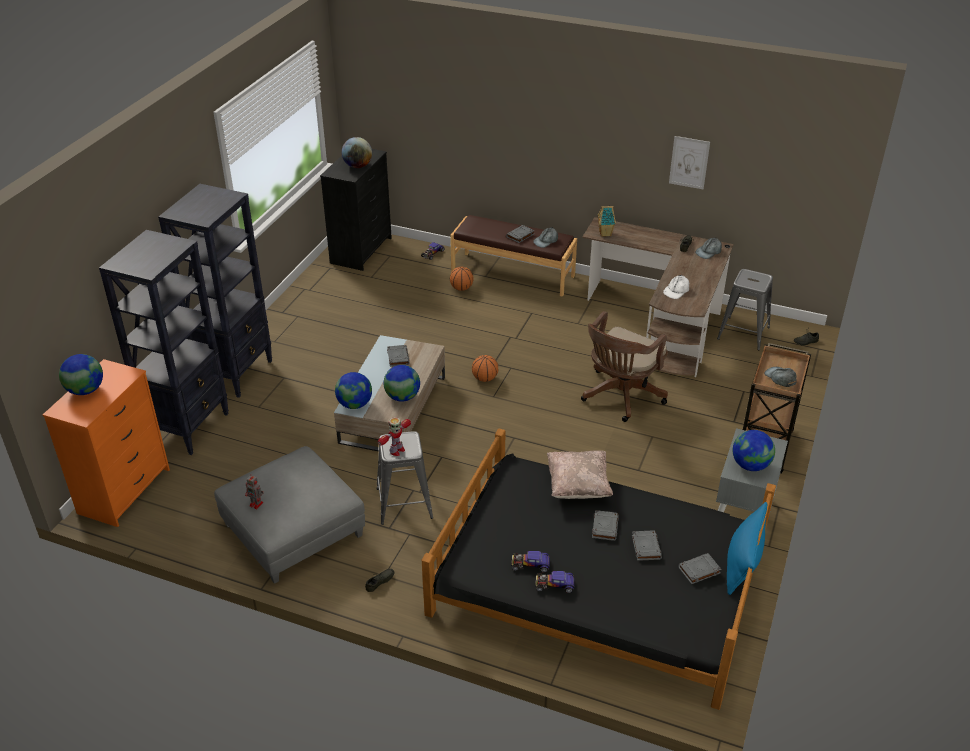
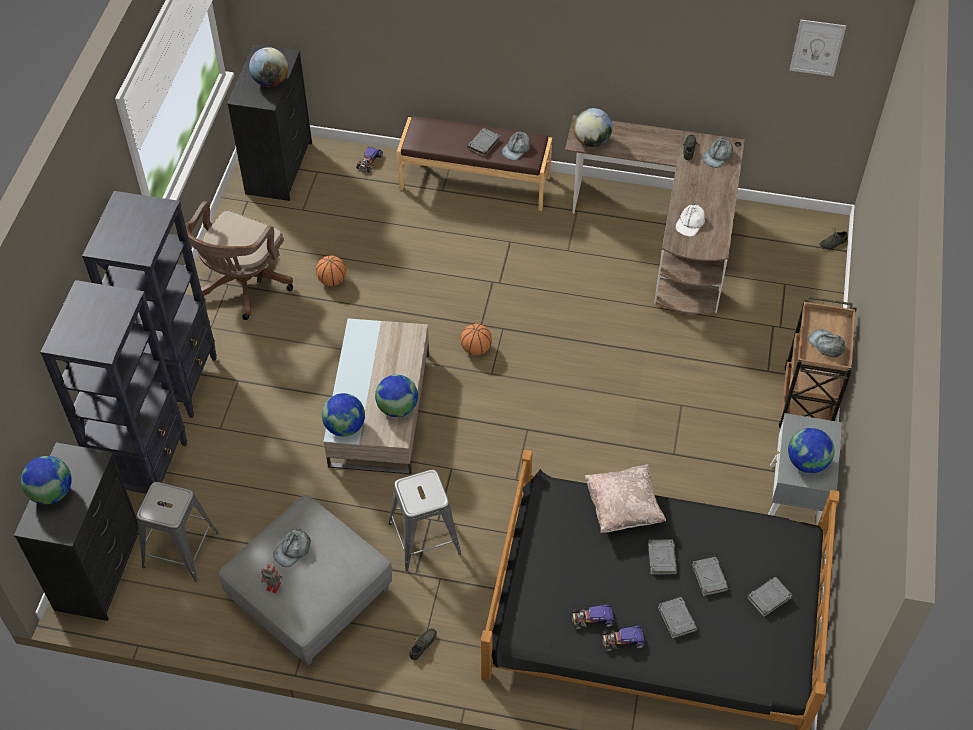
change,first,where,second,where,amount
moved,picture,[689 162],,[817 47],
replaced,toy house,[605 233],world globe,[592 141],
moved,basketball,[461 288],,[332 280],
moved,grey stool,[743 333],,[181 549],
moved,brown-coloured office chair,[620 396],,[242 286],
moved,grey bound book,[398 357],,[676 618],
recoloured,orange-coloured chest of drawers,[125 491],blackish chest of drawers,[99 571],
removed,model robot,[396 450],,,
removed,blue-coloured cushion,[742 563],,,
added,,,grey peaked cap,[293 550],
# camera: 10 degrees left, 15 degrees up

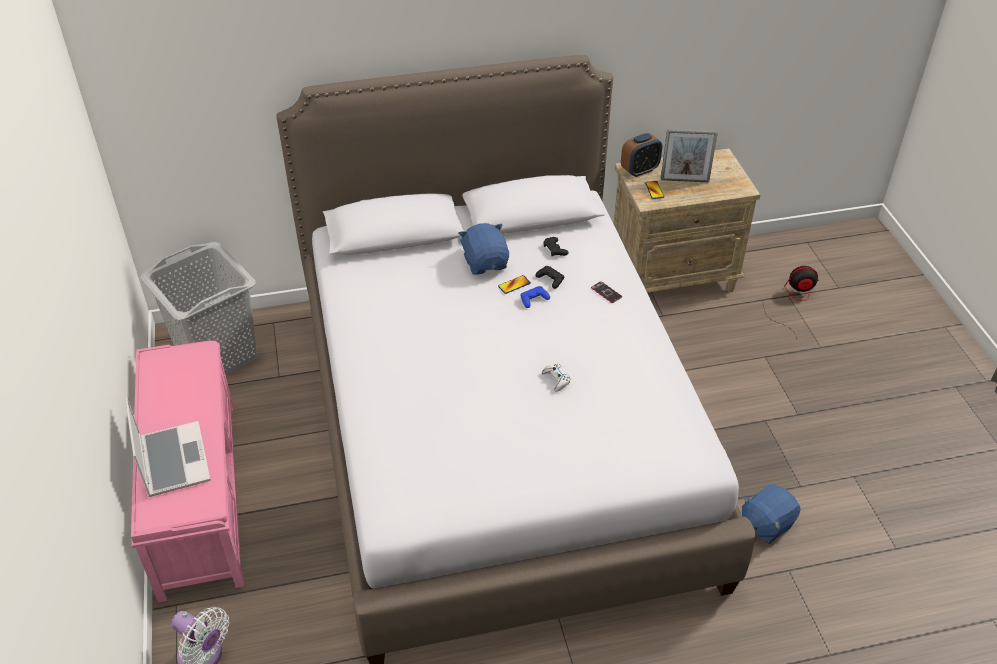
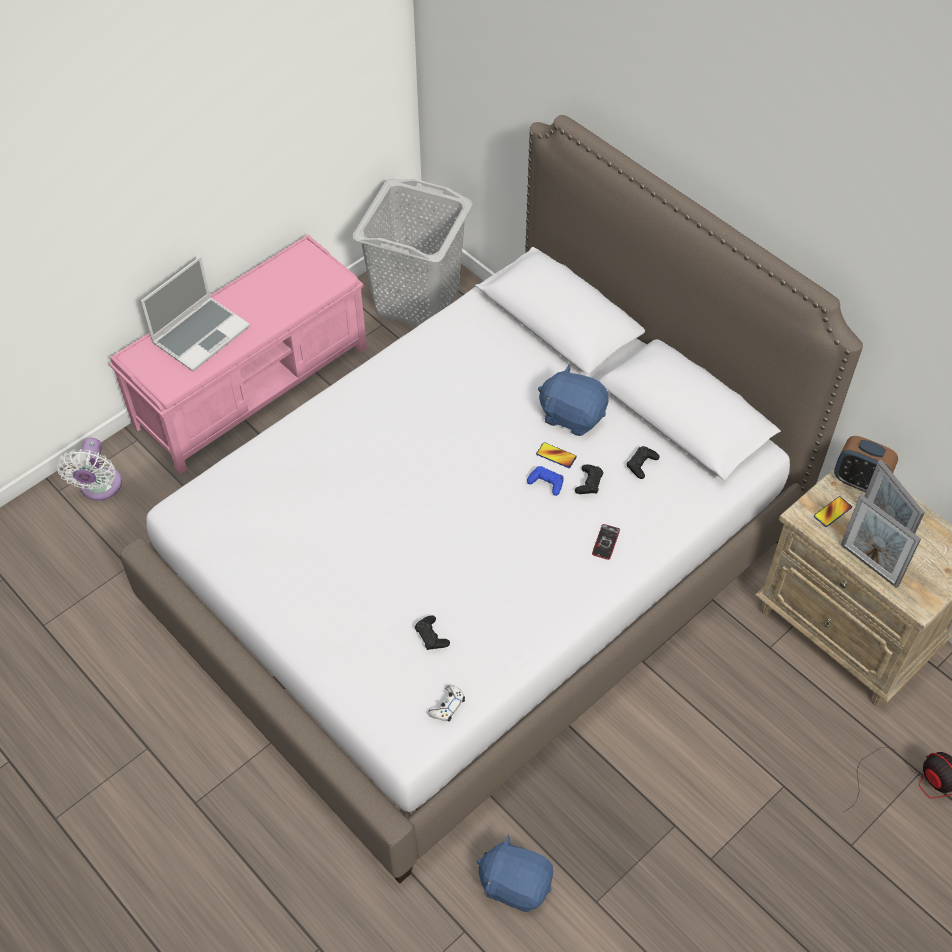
change,first,where,second,where,amount
turned,blue-coloured plush toy,[485 263],,[572 415],105 degrees counterclockwise
moved,whitish game controller,[556 379],,[447 706],
added,,,picture frame,[869 565],
added,,,blackish game controller,[431 636],
# camera: 60 degrees right, 10 degrees up

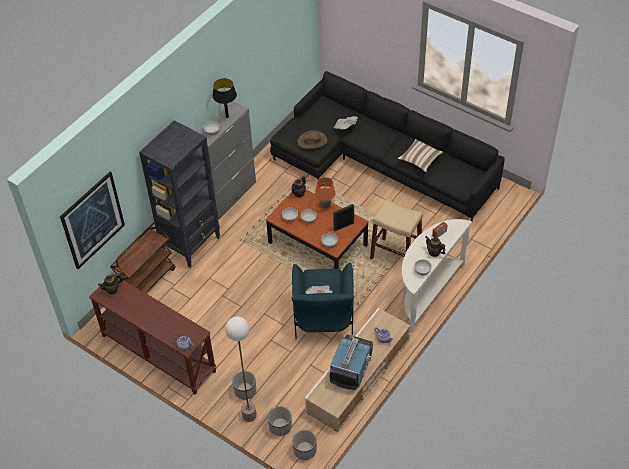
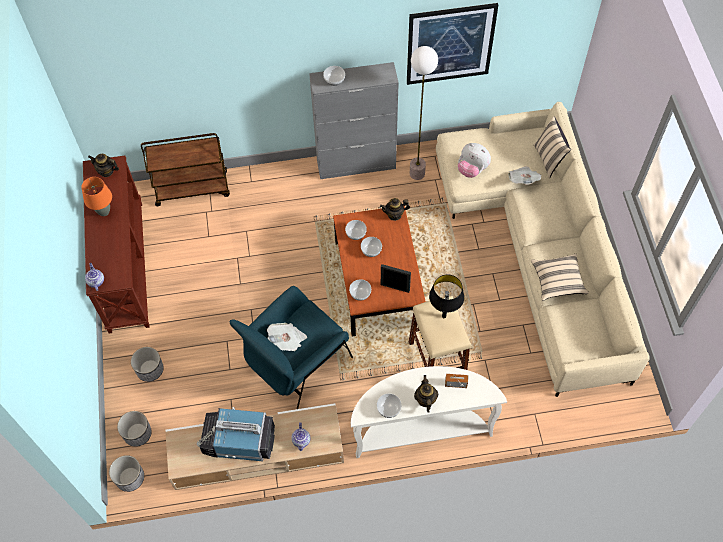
change,first,where,second,where,amount
recoloured,blackish settee,[380 163],beige settee,[538 248],
moved,blackish lamp for a table,[227 116],,[444 316],
removed,blackish bookshelf,[191 244],,,
replaced,brown-coloured wearable hat,[312 141],plush toy,[472 169],
moved,picture,[92 220],,[450 44],
moved,orange-coloured lamp for a table,[325 205],,[104 212],
moved,standard lamp,[249 415],,[417 173],
turned,television,[351 367],,[238 441],150 degrees counterclockwise
added,,,beige cushion,[549 159],
# camera: 45 degrees right, 10 degrees up

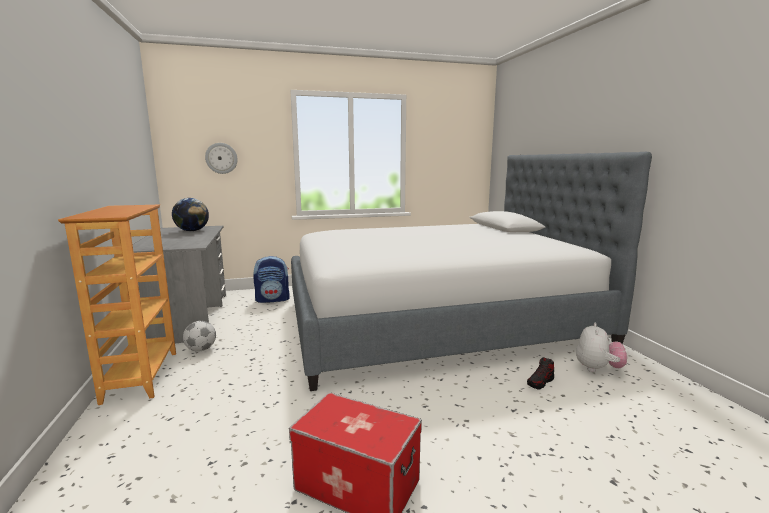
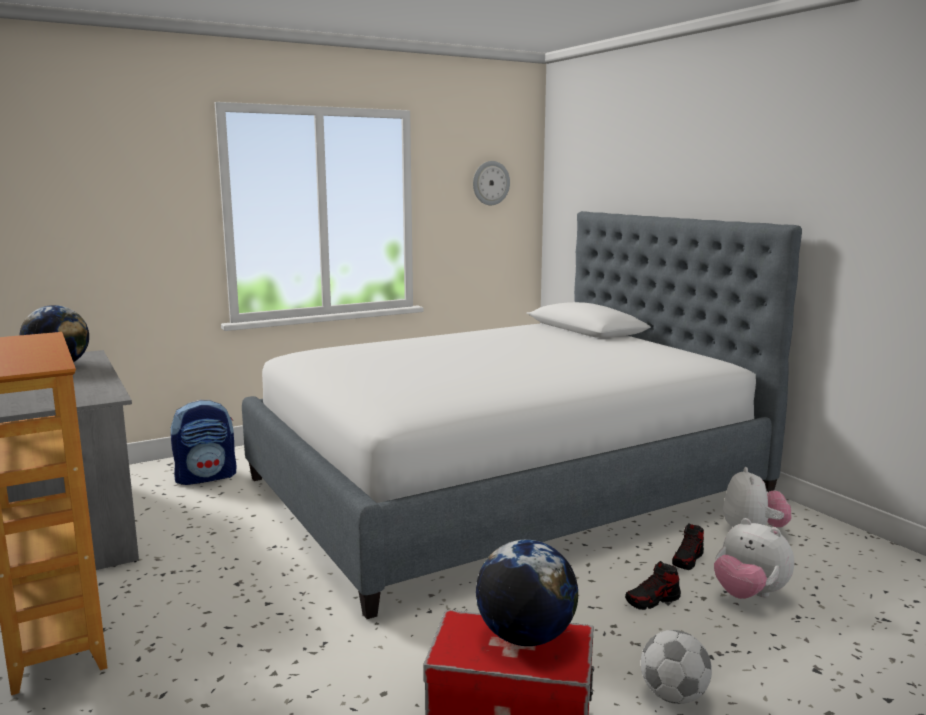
change,first,where,second,where,amount
moved,hanging clock,[221 158],,[490 183],
moved,ball for football,[201 350],,[673 696],
added,,,plush toy,[749 595],
added,,,world globe,[525 637],
added,,,low shoe,[652 600],
# camera: 15 degrees left, 0 degrees up

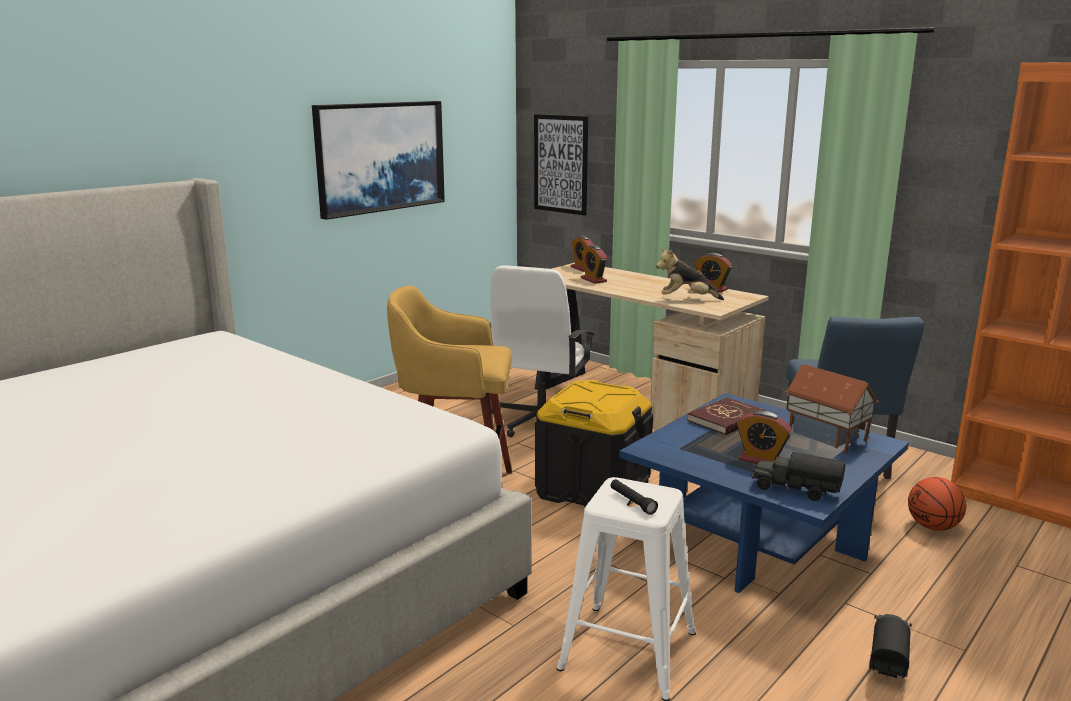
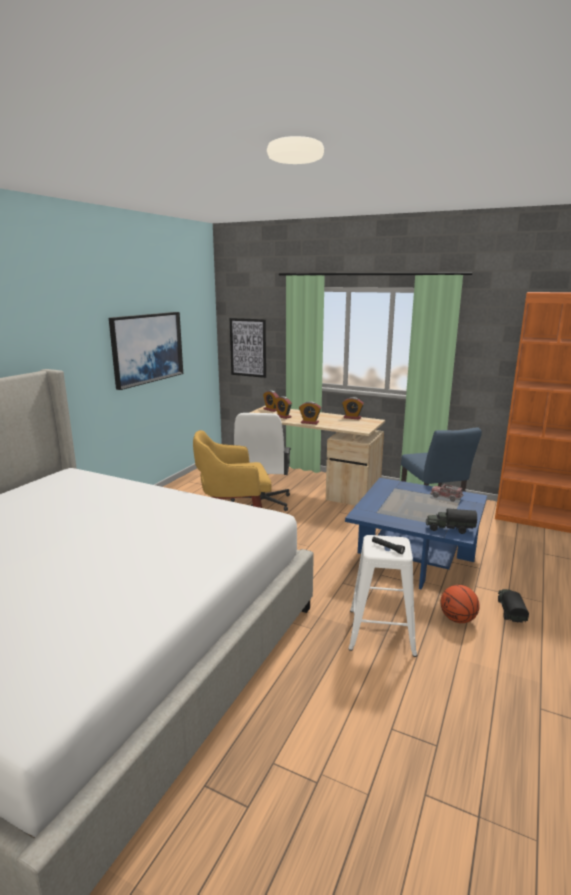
change,first,where,second,where,amount
removed,plush toy,[686 299],,,
replaced,toy house,[826 437],toy truck,[446 497],
removed,blackish storage box,[592 489],,,
removed,red-coloured bound book,[726 419],,,
moved,alarm clock,[761 460],,[309 422],
moved,basketball,[933 527],,[458 619],
# camera: 15 degrees left, 0 degrees up

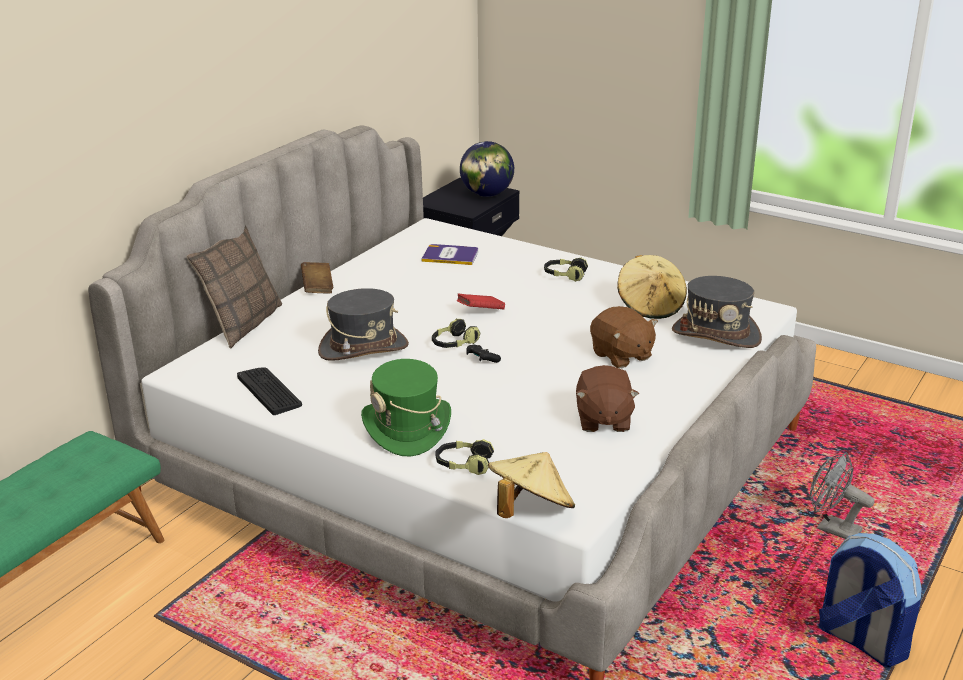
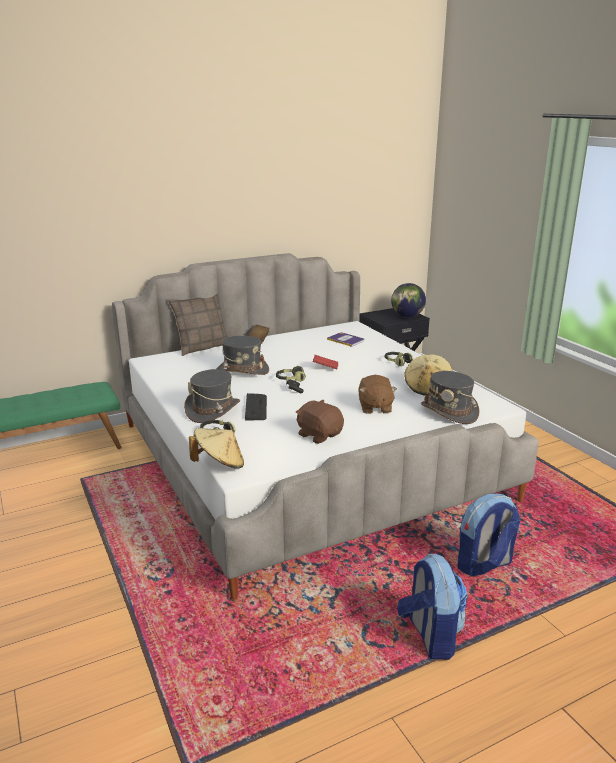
change,first,where,second,where,amount
recoloured,greenish wearable hat,[407 428],grey wearable hat,[213 410],
turned,brown-coloured plush toy,[603 420],,[319 435],105 degrees clockwise
moved,computer keyboard,[269 391],,[256 407],
replaced,grey cooling fan,[831 528],backpack,[484 565],
# camera: 30 degrees right, 5 degrees down

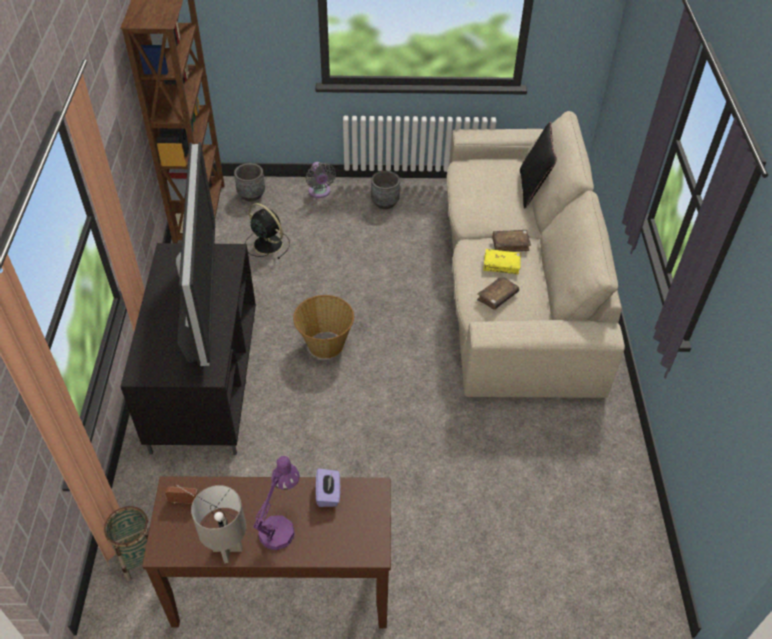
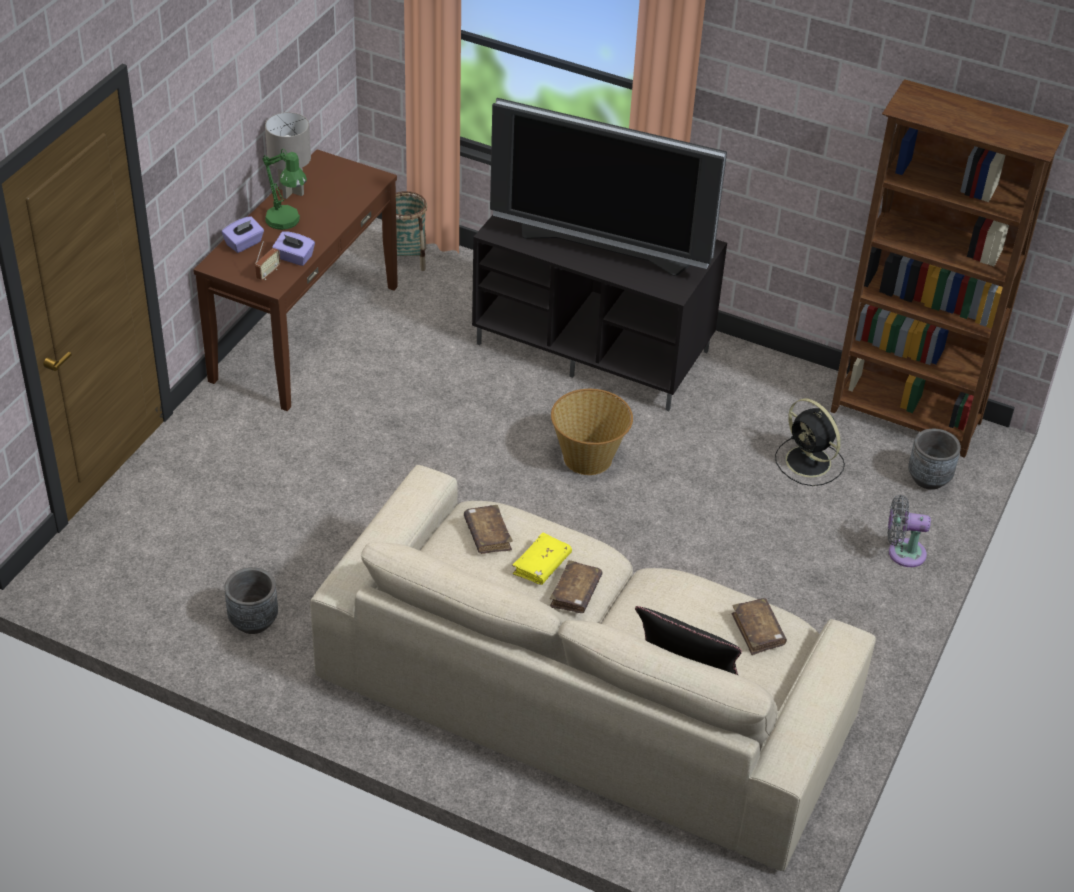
change,first,where,second,where,amount
moved,grey plant pot,[385 203],,[253 621],
turned,blackish cooling fan,[267 243],,[809 463],75 degrees clockwise
recoloured,purplish lamp for a table,[280 526],greenish lamp for a table,[286 223],
moved,radio,[184 501],,[268 273],
added,,,purplish tissue box,[244 244],
added,,,brown-coloured bound book,[758 631],
# camera: 115 degrees right, 5 degrees down

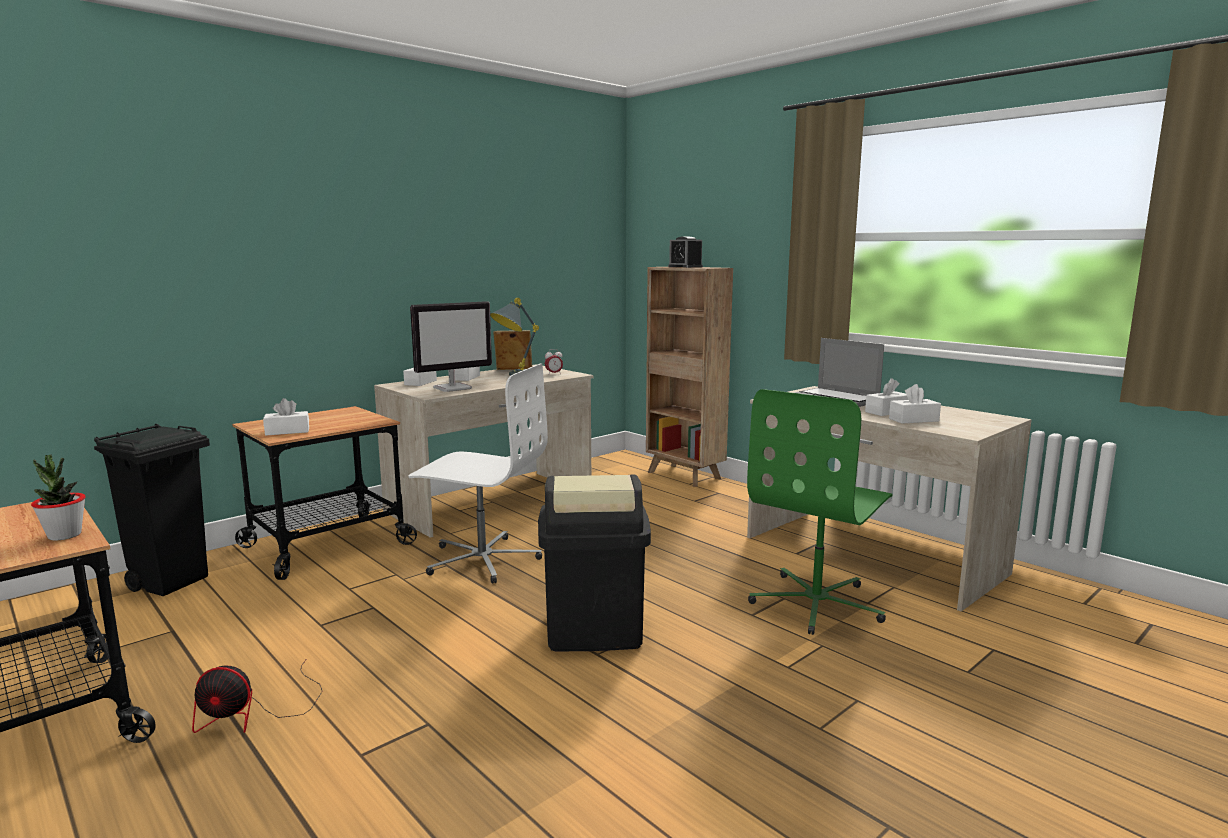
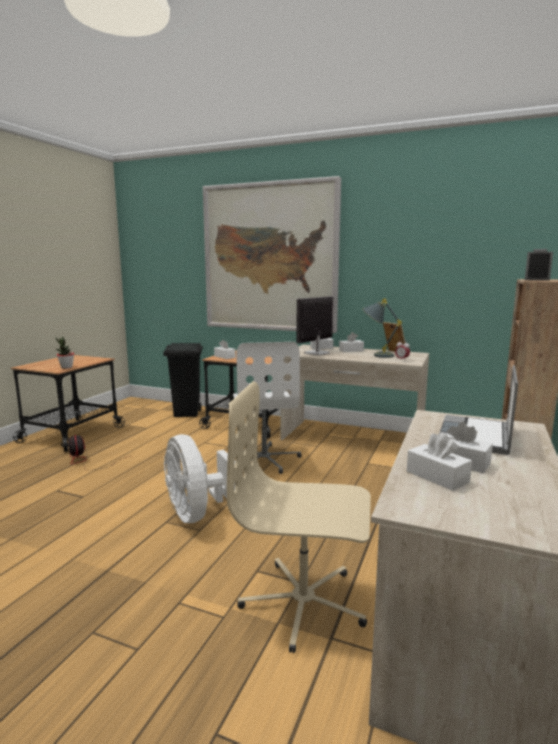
change,first,where,second,where,amount
turned,computer screen,[453 388],,[316 353],105 degrees clockwise
recoloured,greenish office chair,[817 603],beige office chair,[303 603],
replaced,blackish waste bin,[594 629],whitish cooling fan,[197 513],
added,,,picture,[270 258],
# camera: 65 degrees right, 0 degrees up

